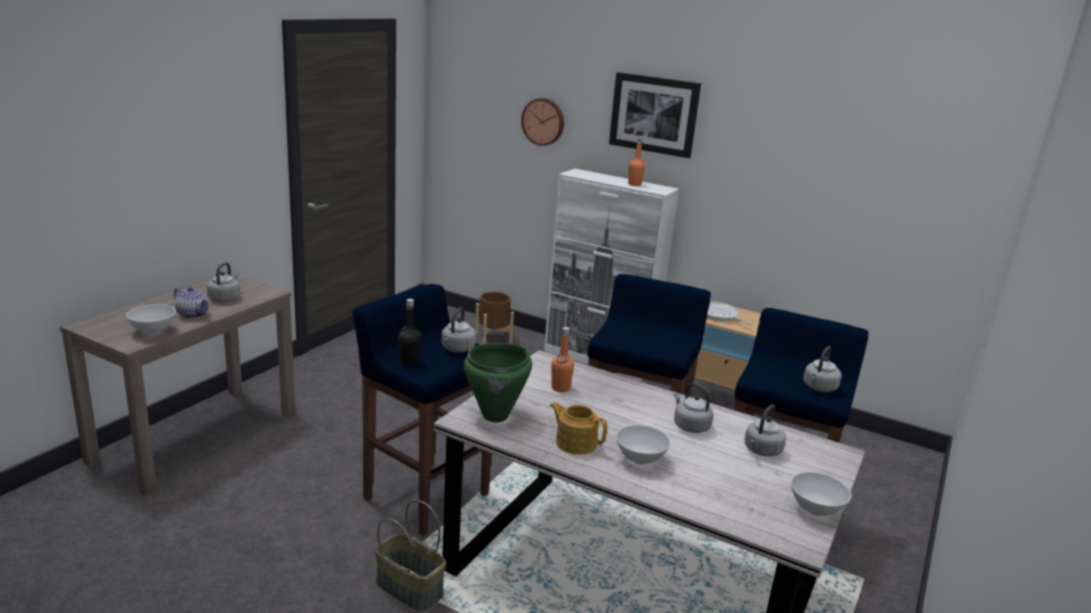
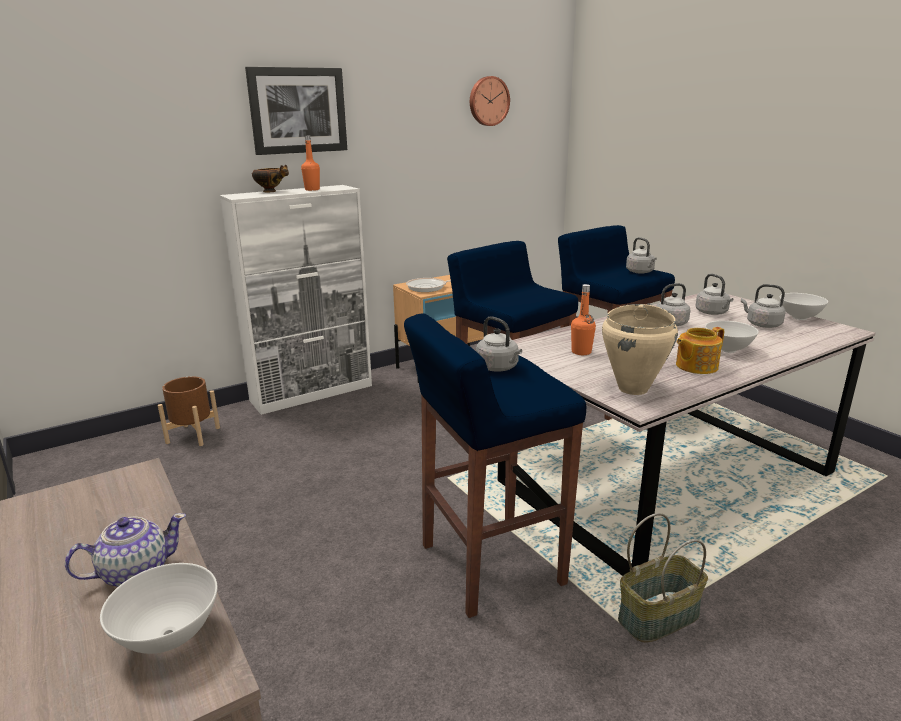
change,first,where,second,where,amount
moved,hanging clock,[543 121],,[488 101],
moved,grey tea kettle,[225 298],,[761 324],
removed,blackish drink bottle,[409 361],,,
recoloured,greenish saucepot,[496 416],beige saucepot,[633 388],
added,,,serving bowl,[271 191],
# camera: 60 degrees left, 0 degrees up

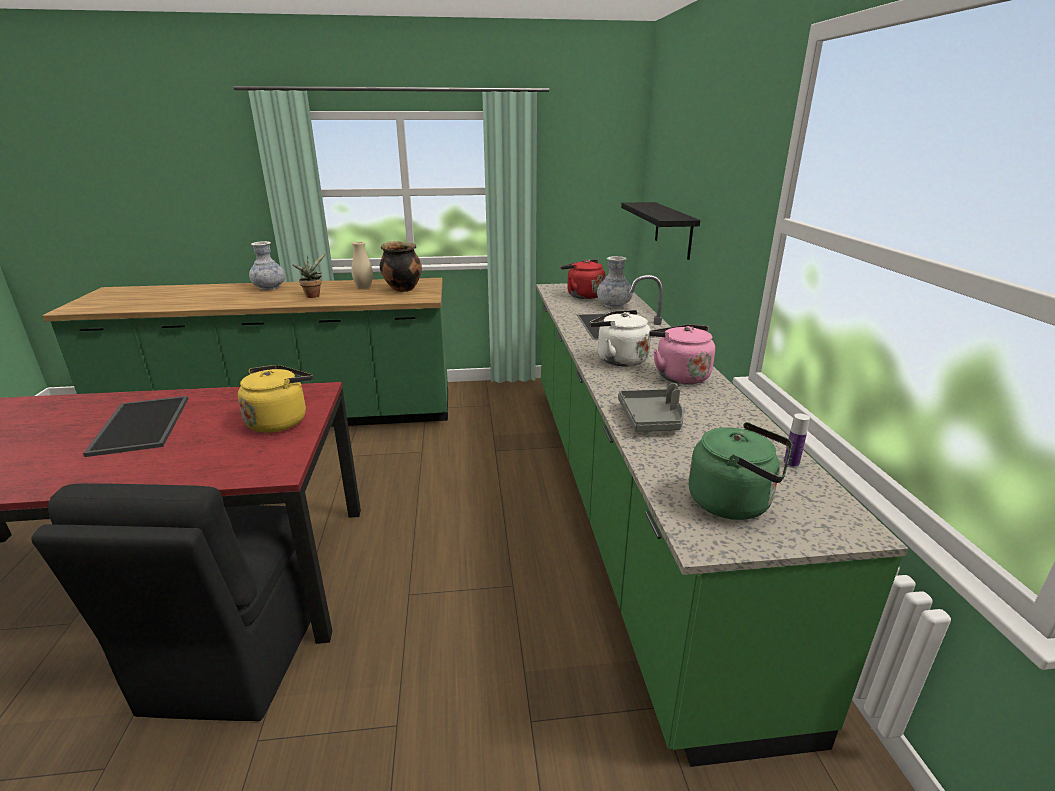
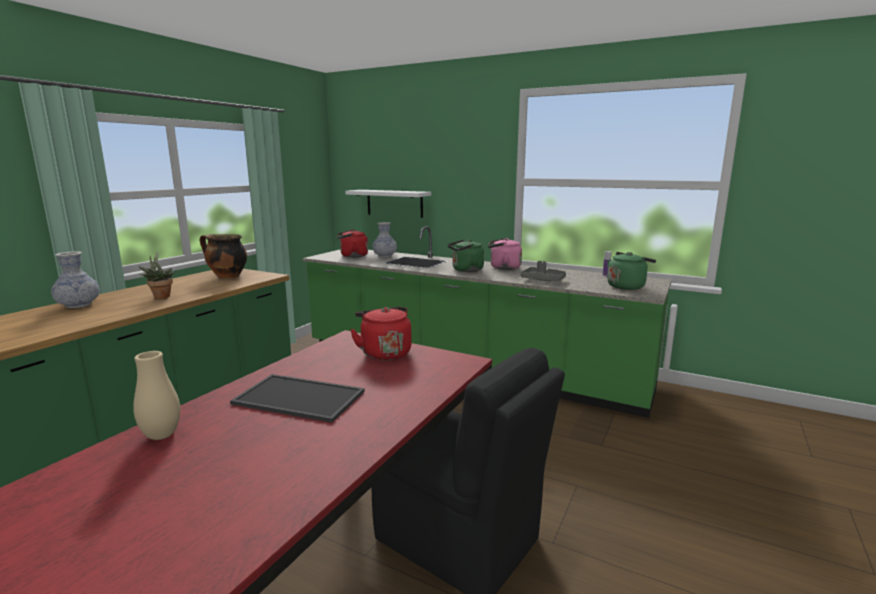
change,first,where,second,where,amount
recoloured,blackish bracket shelf,[673 230],whitish bracket shelf,[394 203],
moved,beige vase,[364 287],,[161 435],
recoloured,whitish tea kettle,[618 359],greenish tea kettle,[465 270],
recoloured,yellow tea kettle,[280 421],red-coloured tea kettle,[384 353],
# camera: 55 degrees left, 10 degrees down

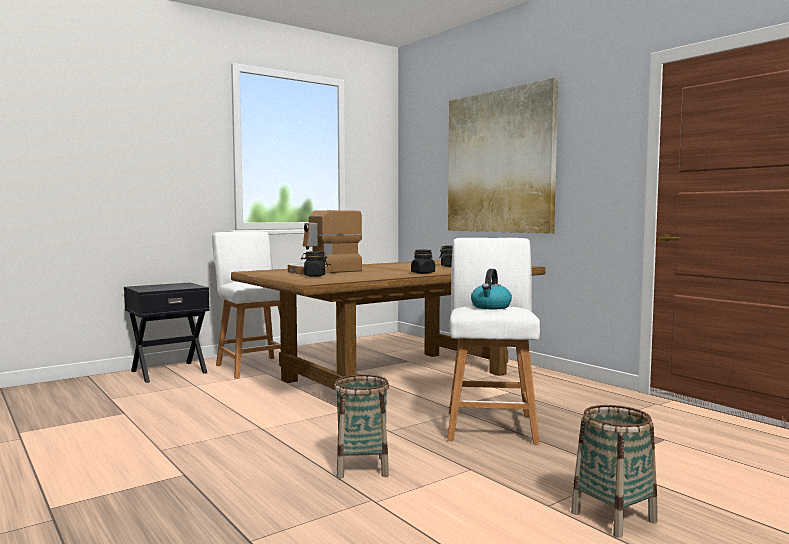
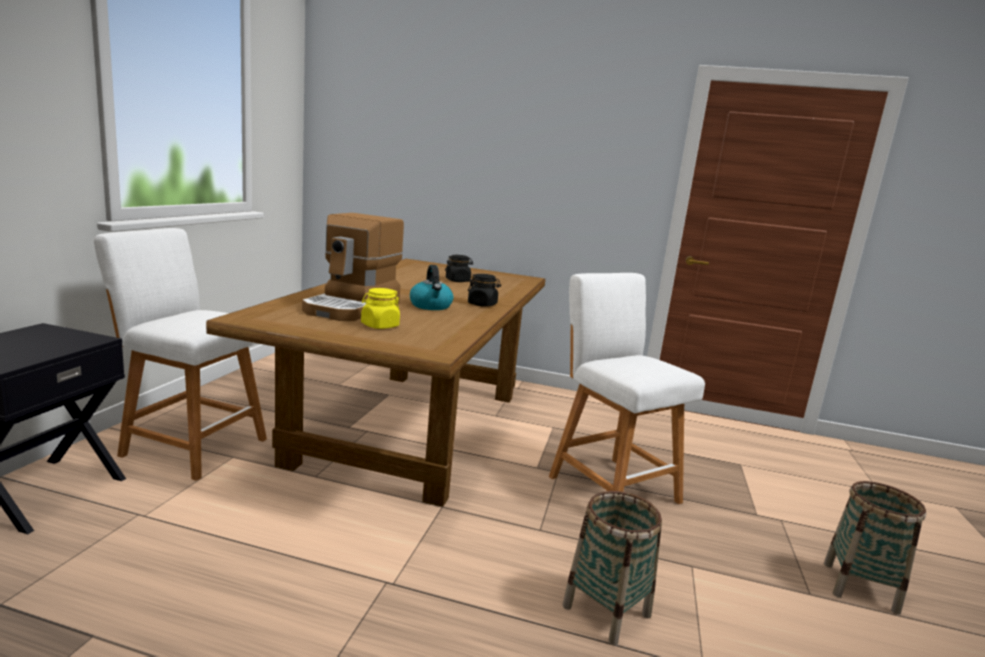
change,first,where,second,where,amount
removed,picture,[500 162],,,
recoloured,blackish storage jar,[314 276],yellow storage jar,[379 326],
moved,tea kettle,[491 307],,[431 306],
# camera: 40 degrees left, 10 degrees up

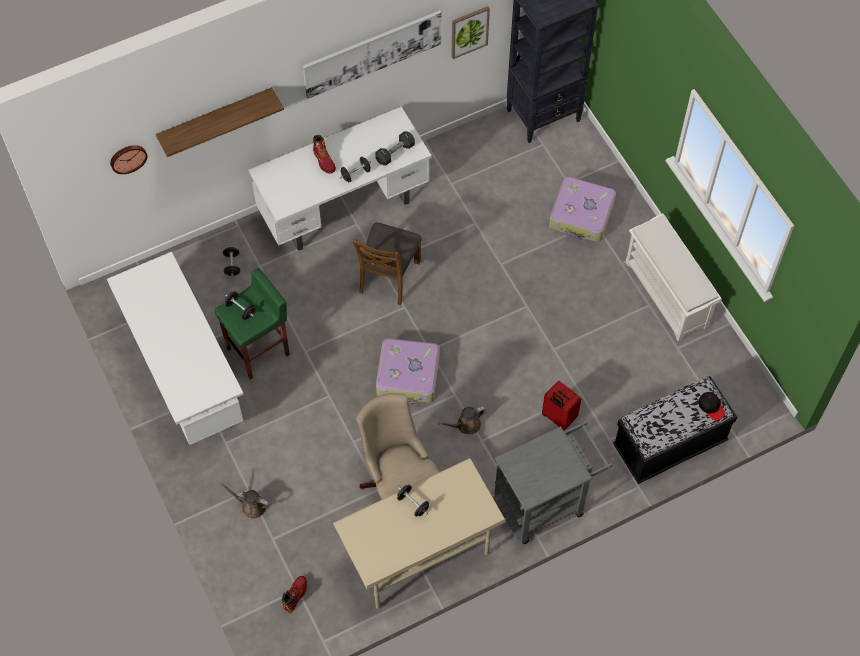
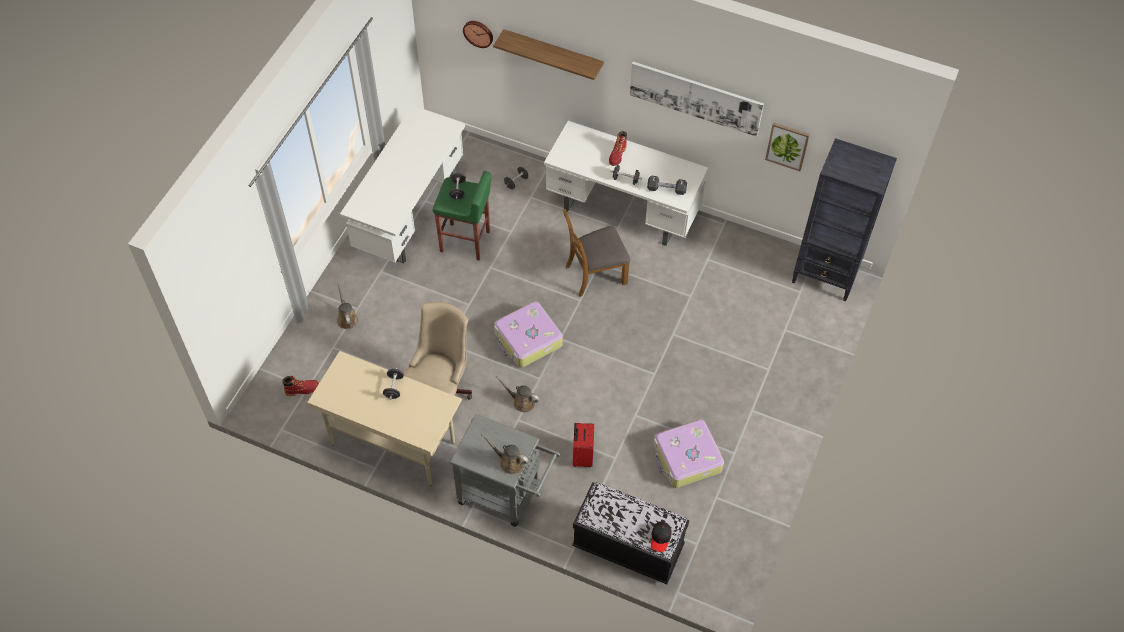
change,first,where,second,where,amount
moved,suitcase,[581 215],,[686 459],
removed,whitish shoe rack,[667 295],,,
added,,,brown-coloured watering pot,[509 462],
# camera: 50 degrees right, 5 degrees down

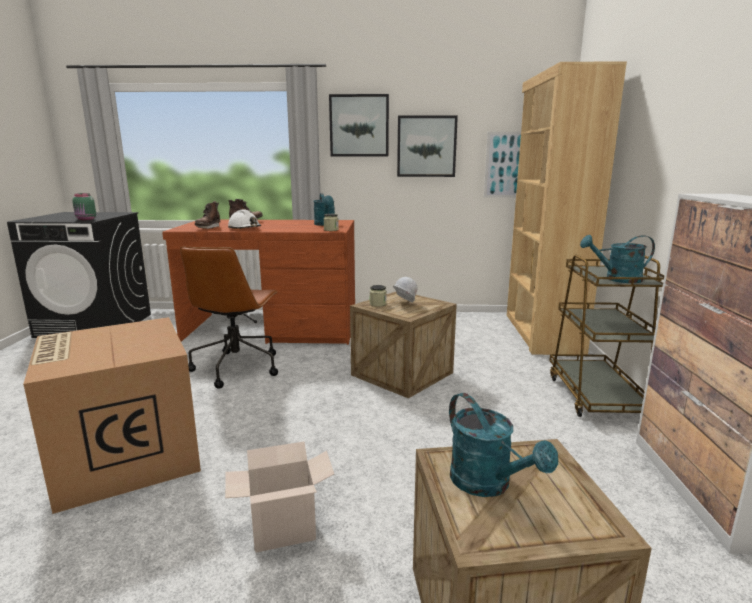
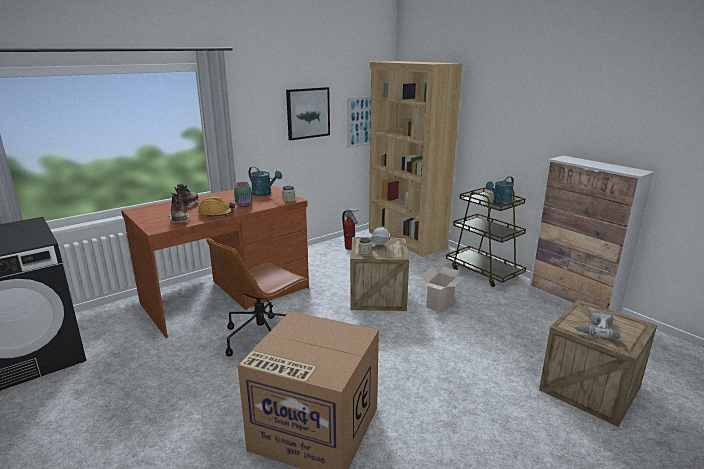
change,first,where,second,where,amount
removed,picture,[359 126],,,
moved,greenish storage jar,[86 219],,[244 205],
recoloured,whitish hard hat,[245 229],orange-coloured hard hat,[216 214],
turned,brown-coloured office chair,[237 367],,[262 337],75 degrees clockwise
replaced,blue-green watering pot,[488 484],power drill,[594 328],
moved,carton,[281 532],,[440 305],
added,,,extinguisher,[349 248],
# camera: 40 degrees left, 5 degrees up

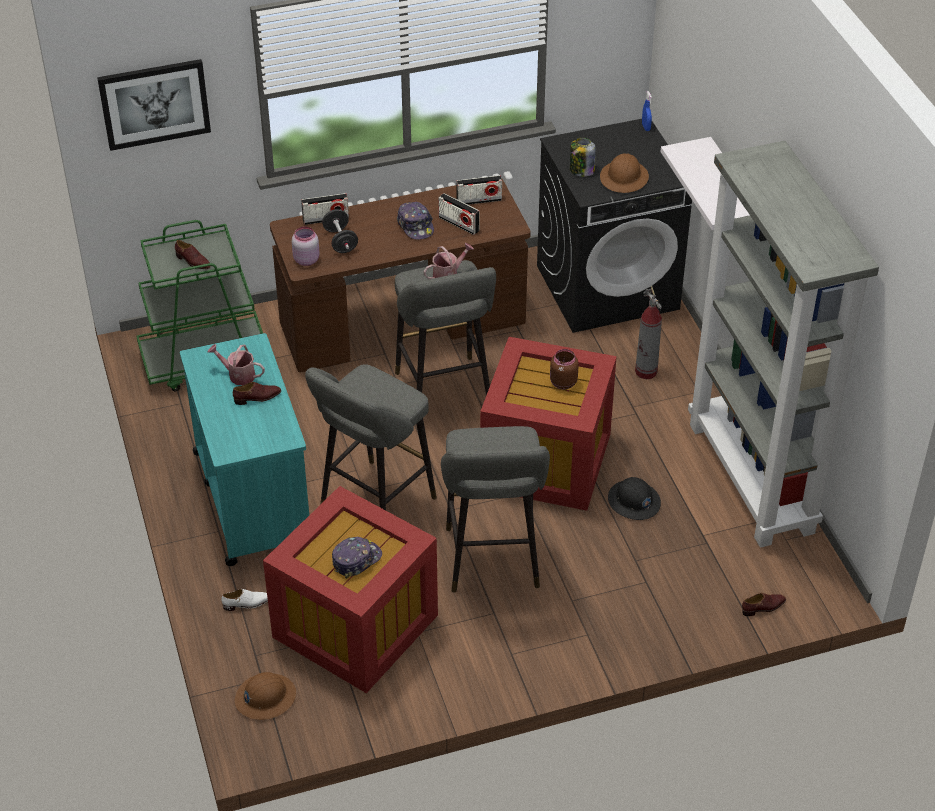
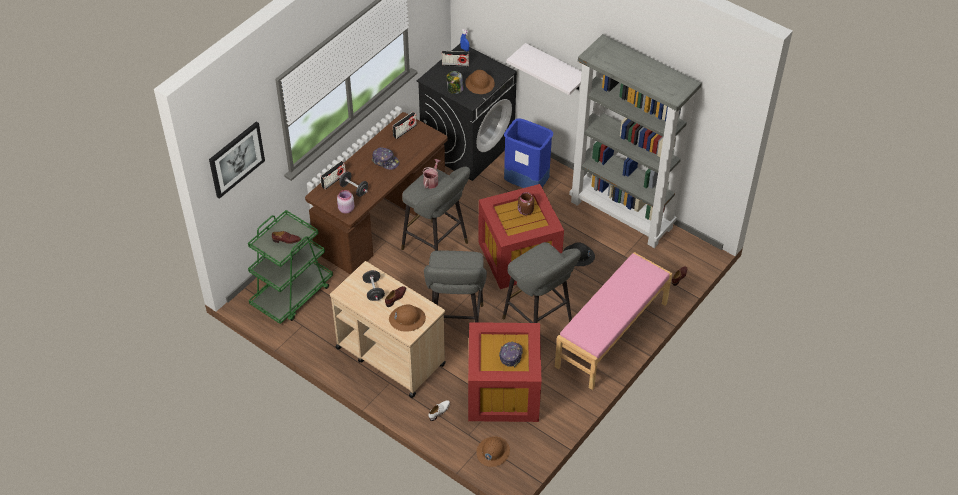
change,first,where,second,where,amount
moved,radio,[458 224],,[455 64],
replaced,extinguisher,[646 372],blue-coloured waste bin,[526 184],
recoloured,blue-green wheeled cart,[252 497],beige wheeled cart,[390 355],
replaced,watering pot,[238 375],blackish dumbbell,[374 291],
added,,,pink-coloured bench,[612 335],
added,,,brown-coloured hard hat,[407 319],
# camera: 35 degrees left, 5 degrees up

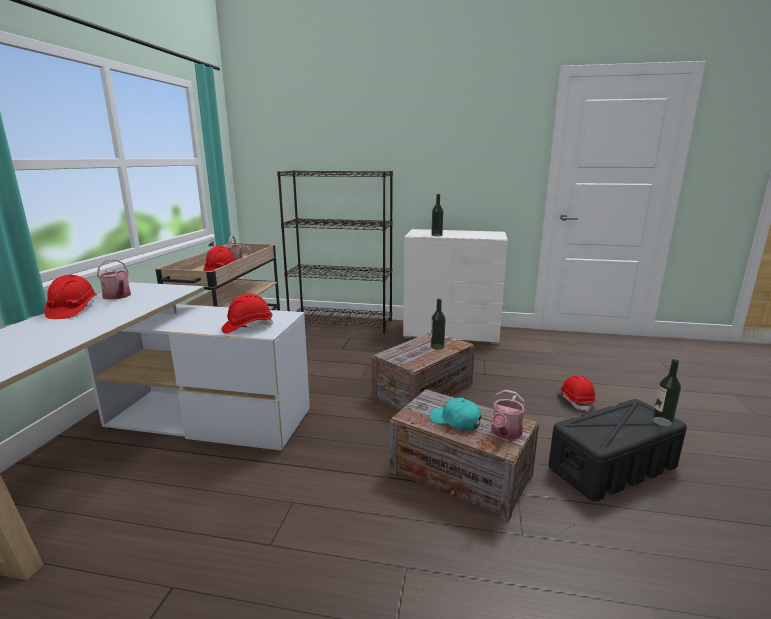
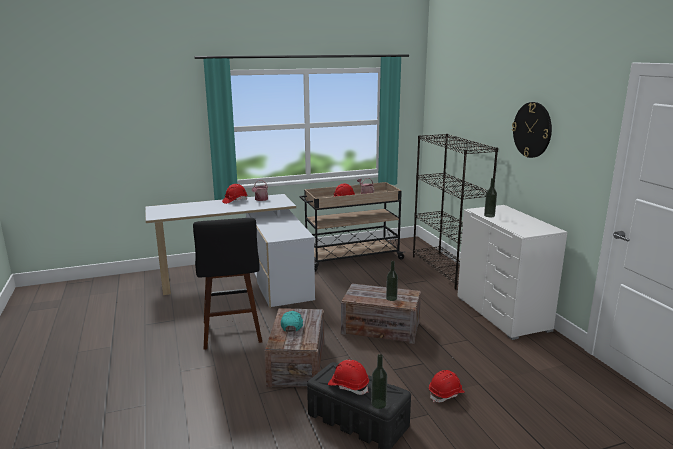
change,first,where,second,where,amount
moved,red-coloured hard hat,[247 327],,[348 386],
removed,watering pot,[505 433],,,
added,,,hanging clock,[532 130],
added,,,blackish stool,[232 334],
# camera: 60 degrees right, 0 degrees up

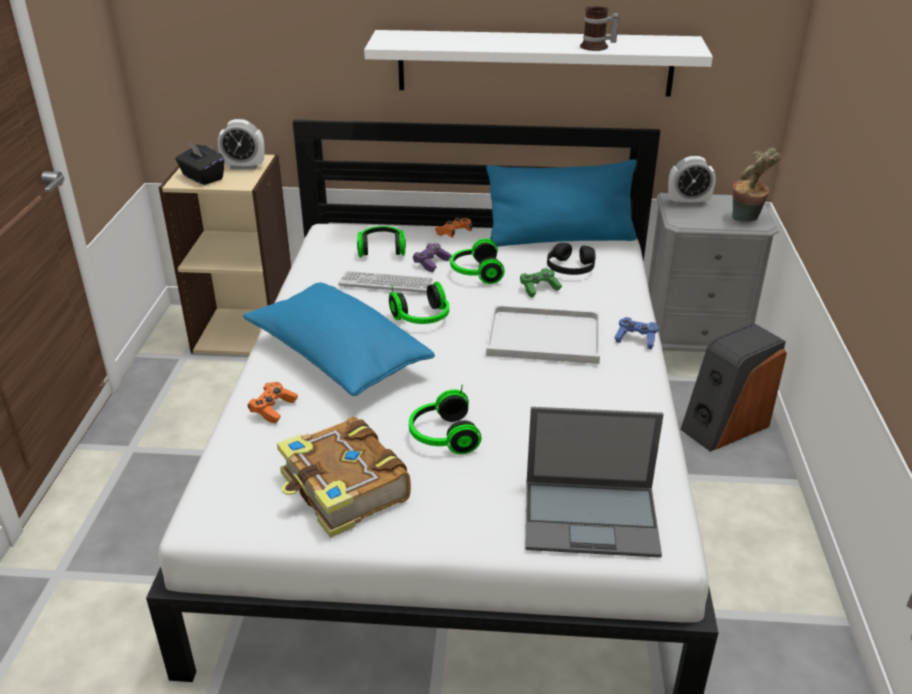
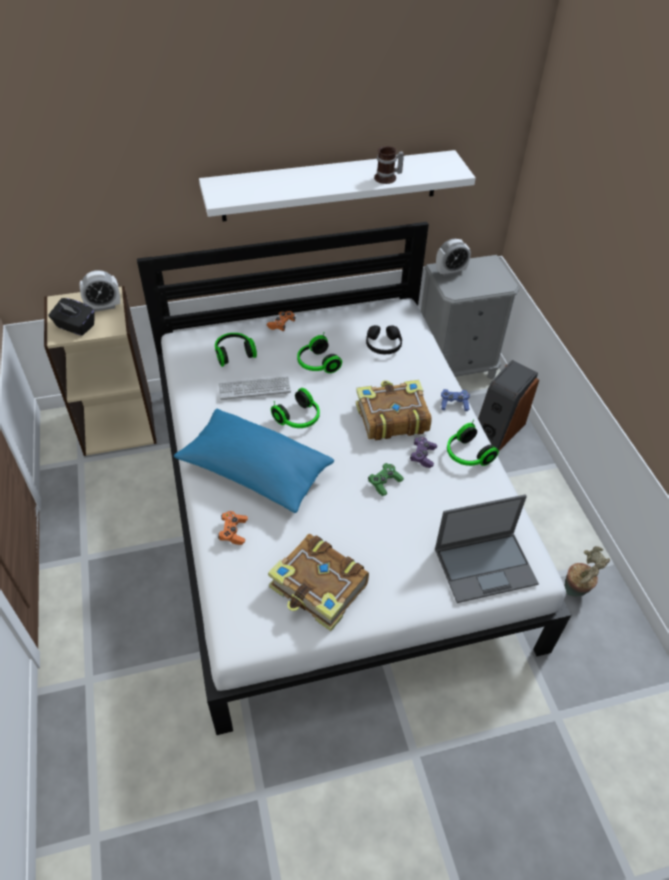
change,first,where,second,where,amount
moved,houseplant,[746 219],,[576 591],
removed,blue-coloured cushion,[560 239],,,
moved,purplish game controller,[431 263],,[423 456],
moved,greenish game controller,[539 288],,[384 483],
replaced,whitish serving tray,[541 337],bound book,[391 417],
moved,headphones,[442 436],,[466 455],
# camera: 20 degrees left, 15 degrees up

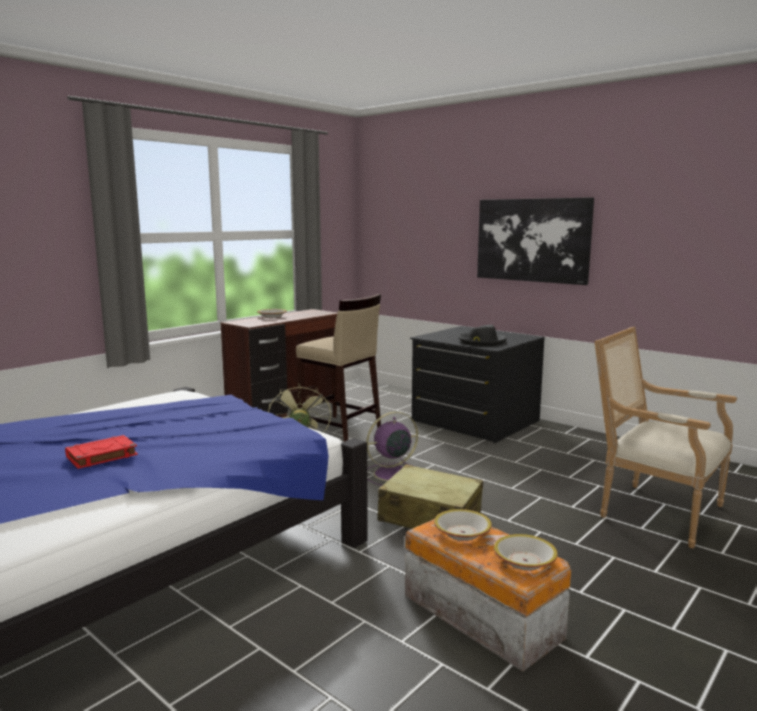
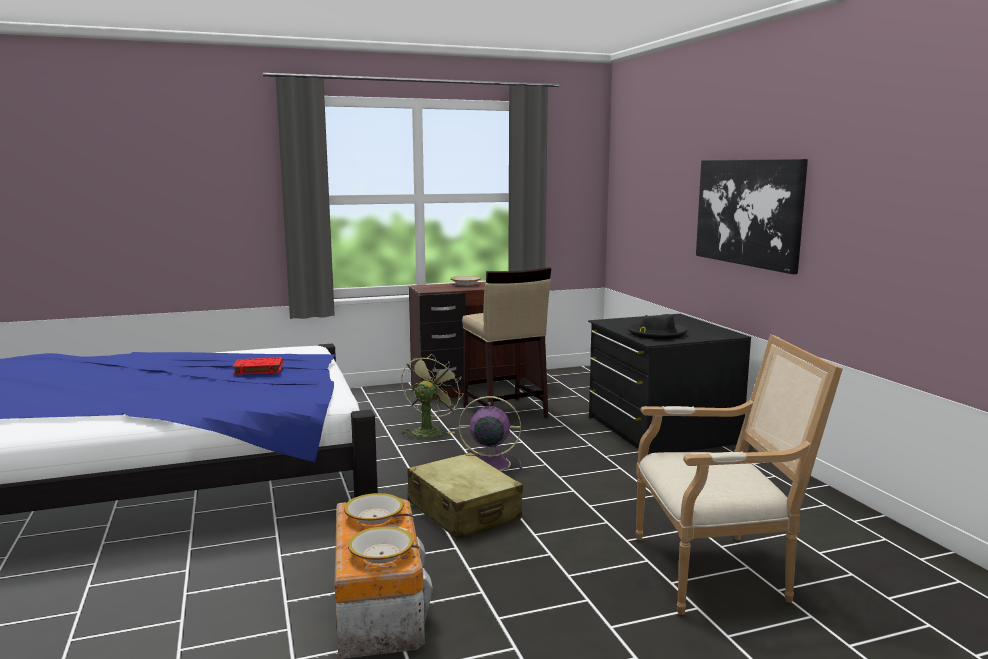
change,first,where,second,where,amount
turned,lounge chair,[654 511],,[718 571],105 degrees clockwise
moved,red-coloured bound book,[101 456],,[258 370],
# camera: 30 degrees right, 0 degrees up

